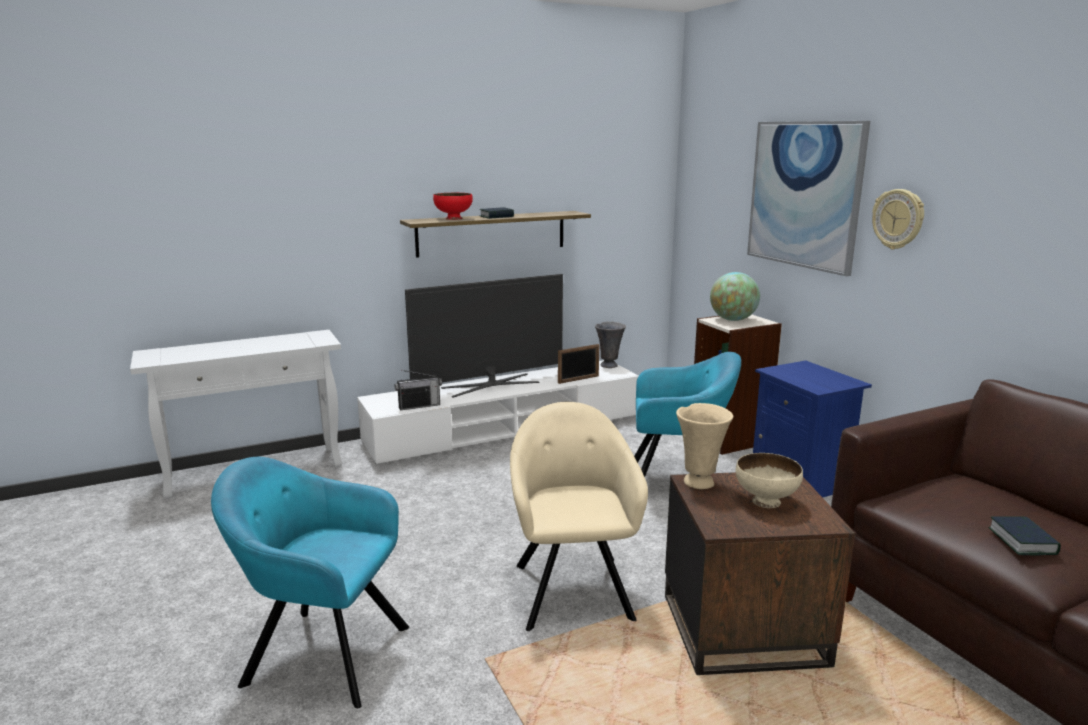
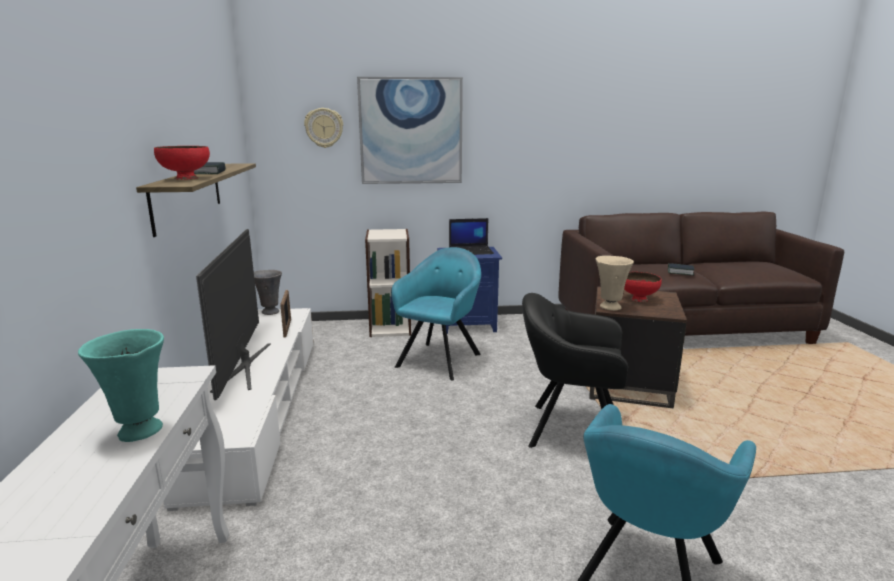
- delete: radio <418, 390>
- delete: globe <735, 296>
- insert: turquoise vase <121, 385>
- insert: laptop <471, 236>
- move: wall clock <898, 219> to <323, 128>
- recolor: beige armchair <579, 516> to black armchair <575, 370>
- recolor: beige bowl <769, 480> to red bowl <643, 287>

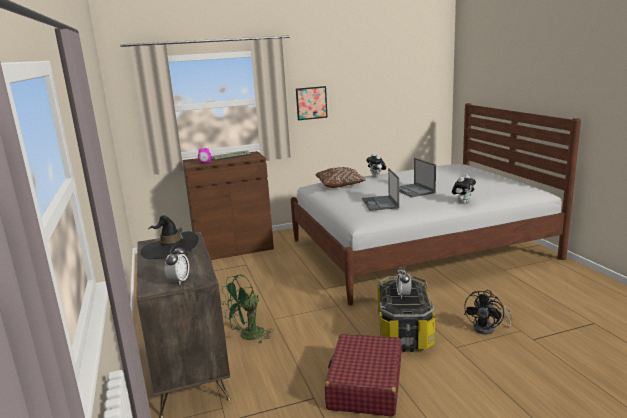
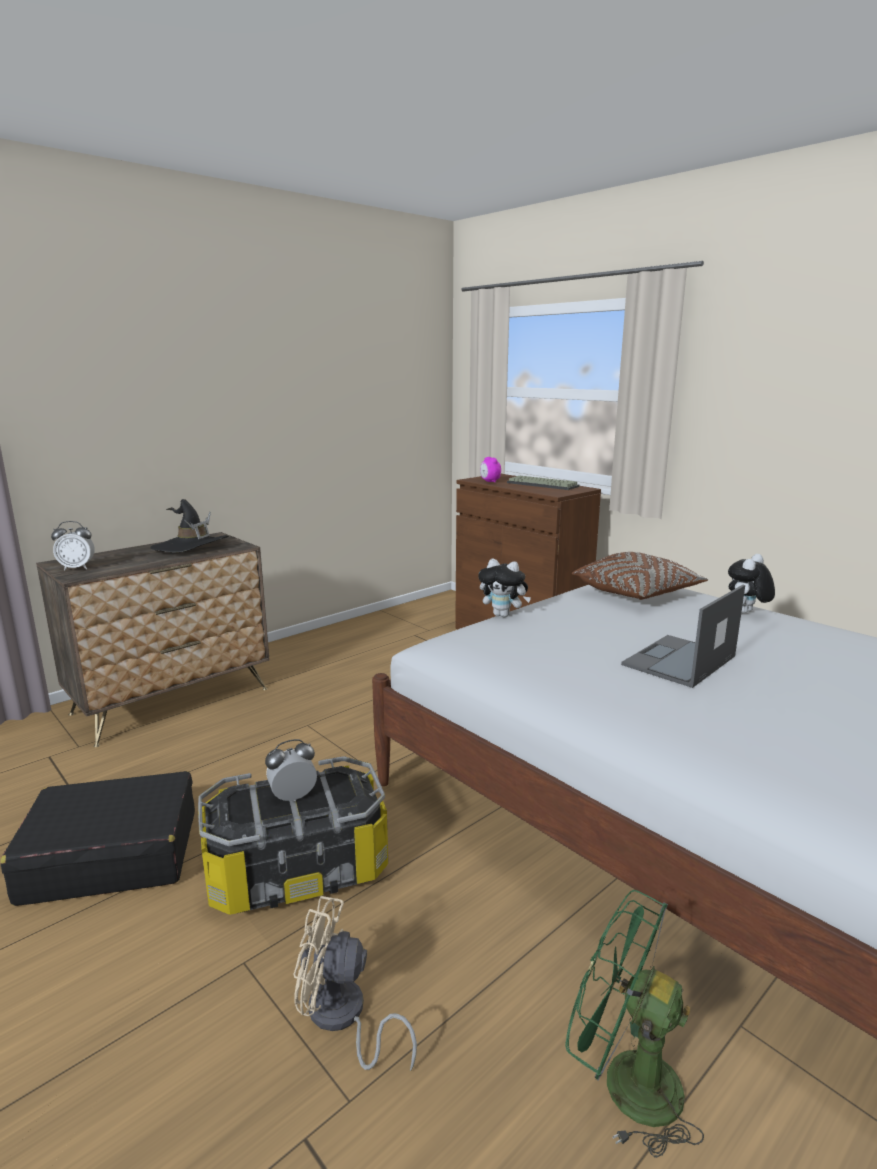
- delete: picture <312, 103>
- delete: laptop <380, 189>
- move: green fan <247, 308> to <634, 1024>
- move: plush toy <464, 189> to <504, 587>
- recolor: red suitcase <363, 375> to black suitcase <97, 838>
- recolor: black fan <488, 312> to beige fan <355, 983>

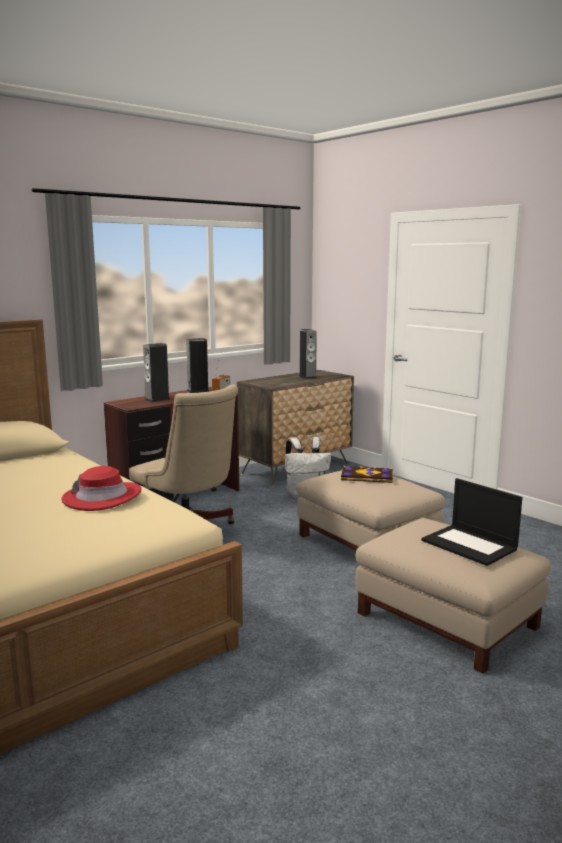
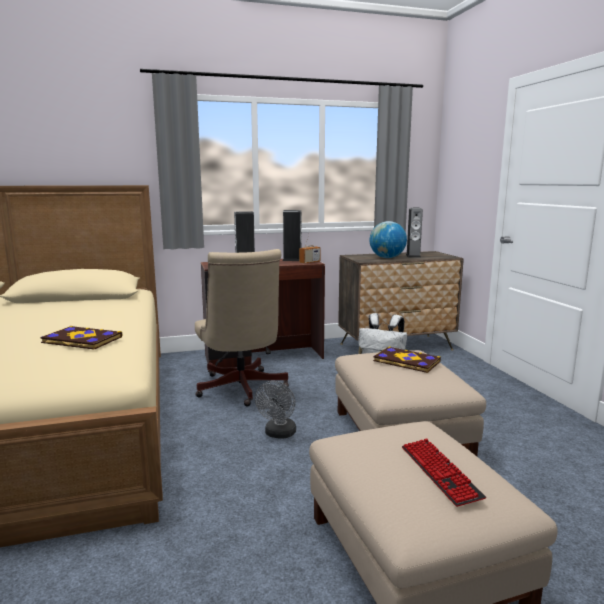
- insert: grey fan <275, 409>
- insert: globe <388, 239>
- replace: red hat <101, 488> to book <81, 338>
- replace: laptop <471, 522> to keyboard <444, 472>

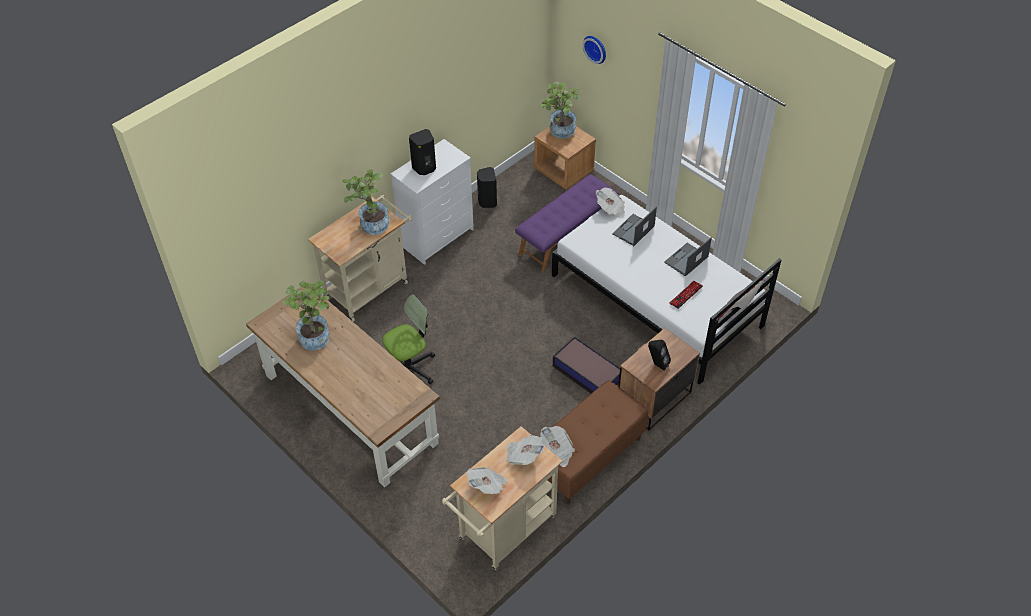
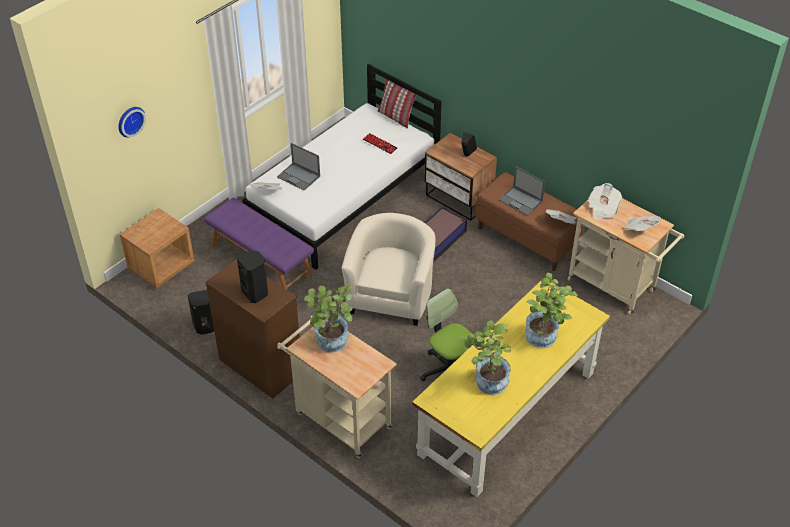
- insert: beige armchair <388, 269>
- move: potted plant <562, 110> to <551, 310>
- move: laptop <688, 256> to <522, 191>
- recolor: brown desk <343, 385> to yellow desk <511, 388>
- recolor: white dresser <432, 202> to brown dresser <252, 329>

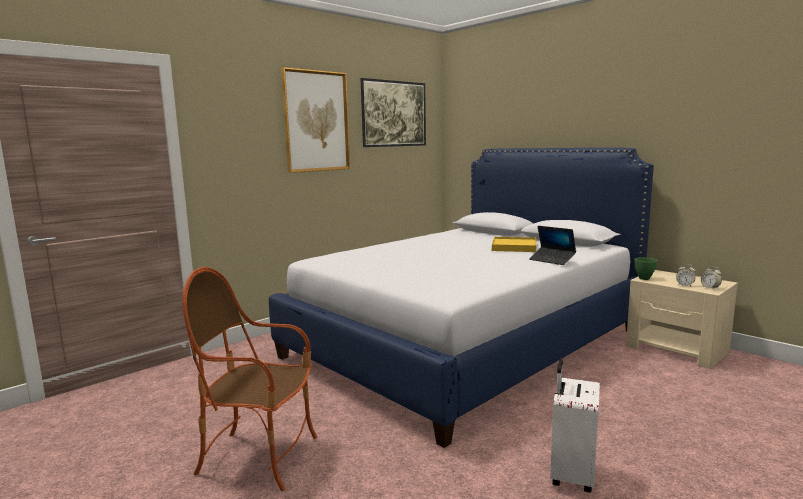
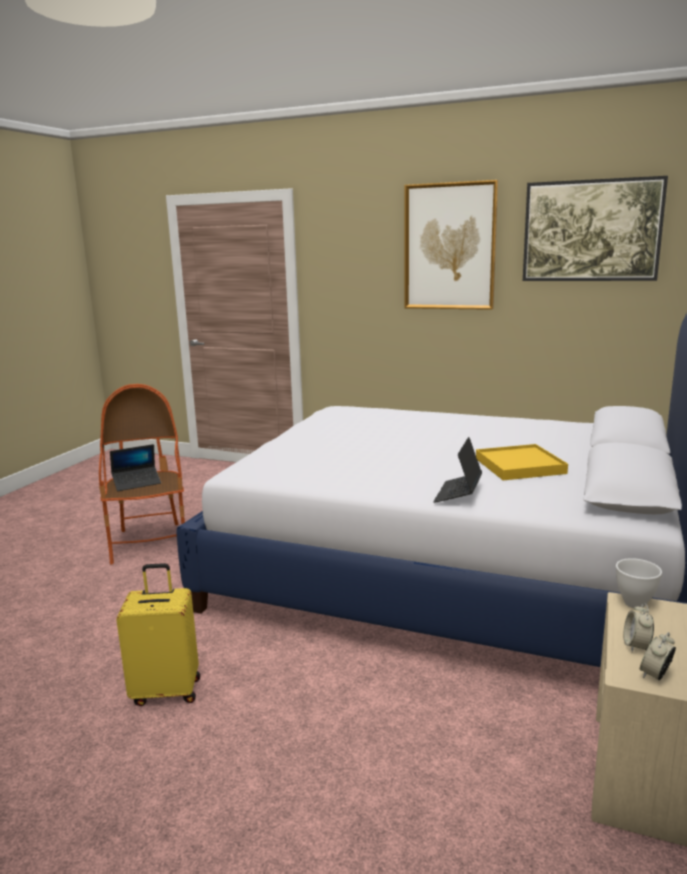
- insert: laptop <135, 467>
- recolor: white suitcase <575, 426> to yellow suitcase <158, 634>
- recolor: green bowl <645, 268> to white bowl <639, 583>

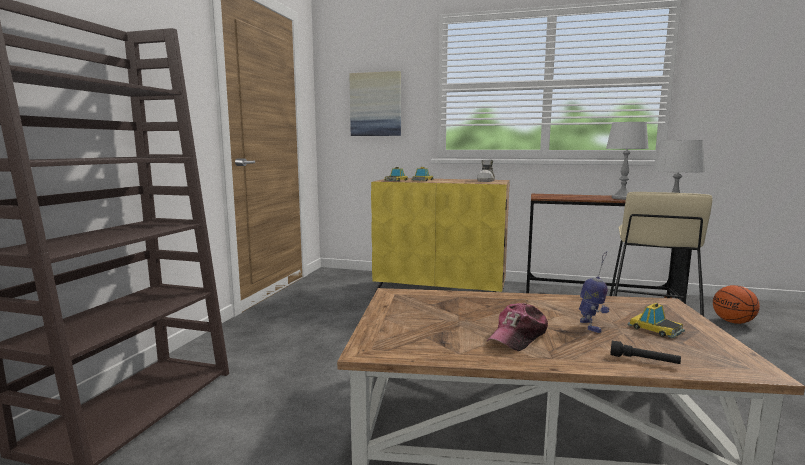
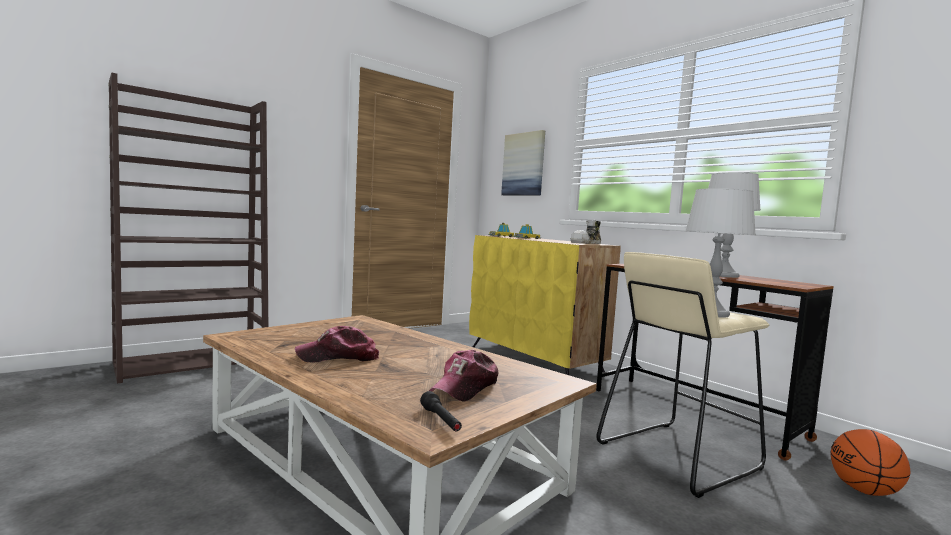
- delete: toy robot <594, 292>
- move: black flashlight <645, 352> to <441, 411>
- replace: toy car <656, 320> to cap <463, 376>

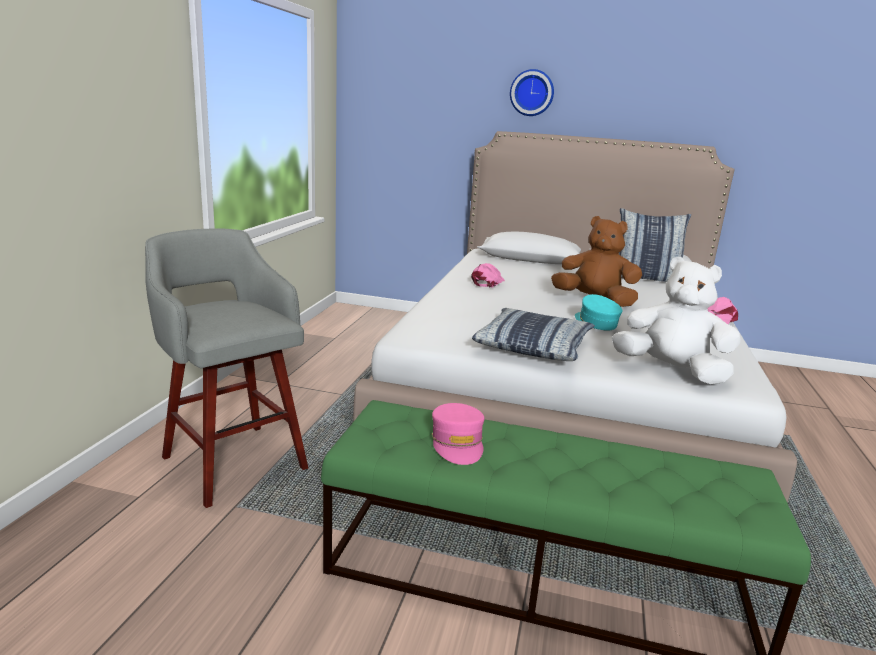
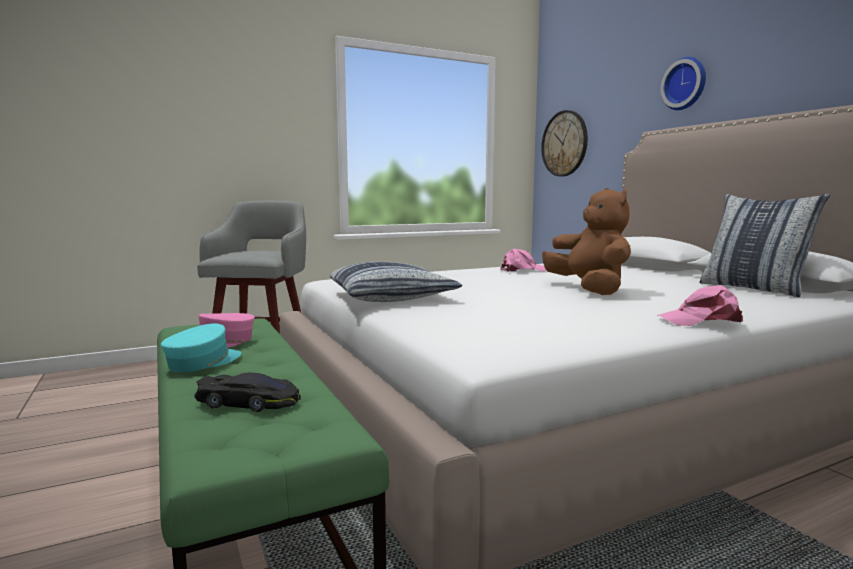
- delete: white plush toy <676, 320>
- insert: black toy car <247, 392>
- insert: wall clock <564, 143>
- move: turquoise cap <599, 312> to <201, 347>

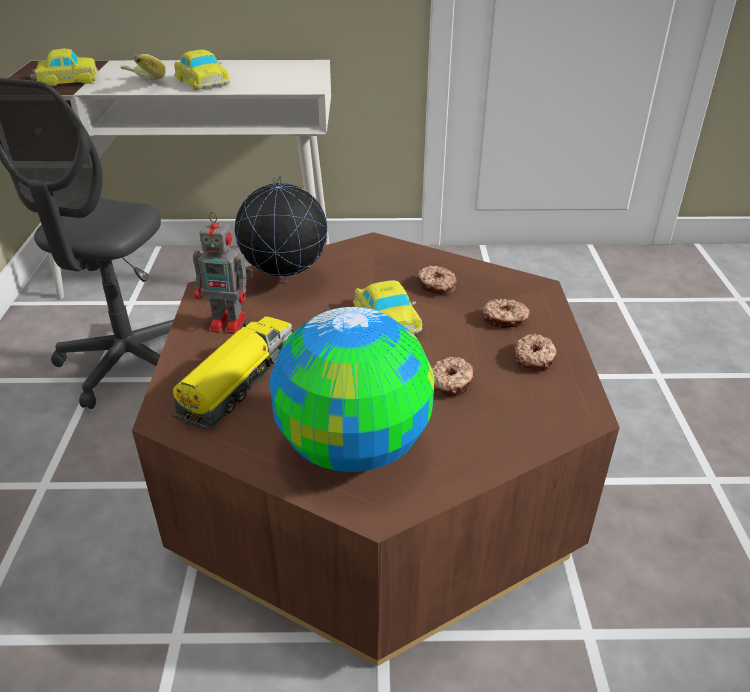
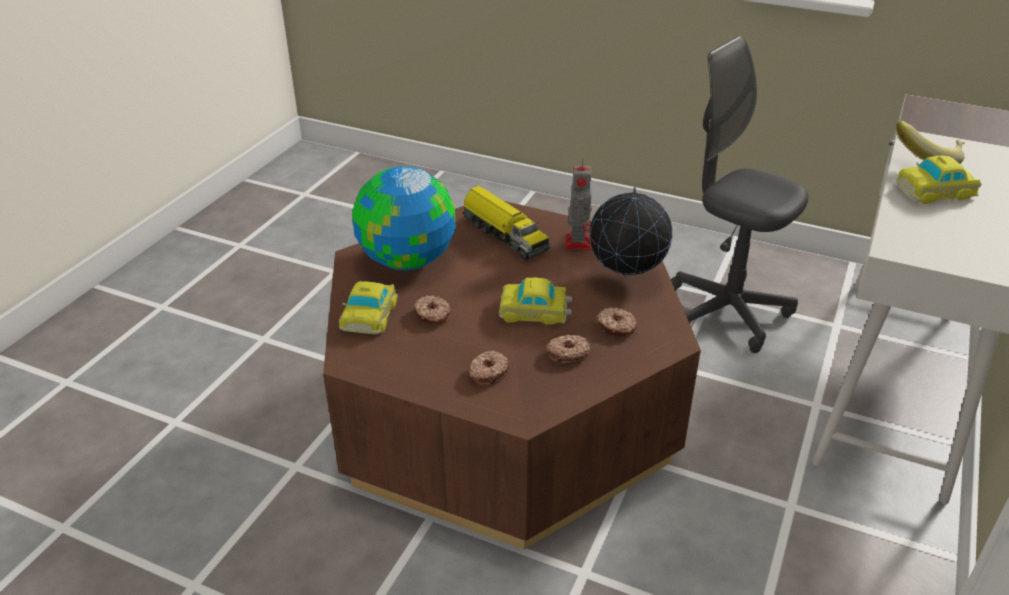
- move: toy car <64, 67> to <368, 307>
- move: donut <535, 353> to <616, 321>
- rotate: toy robot <223, 273> = <578, 204> 150 degrees clockwise

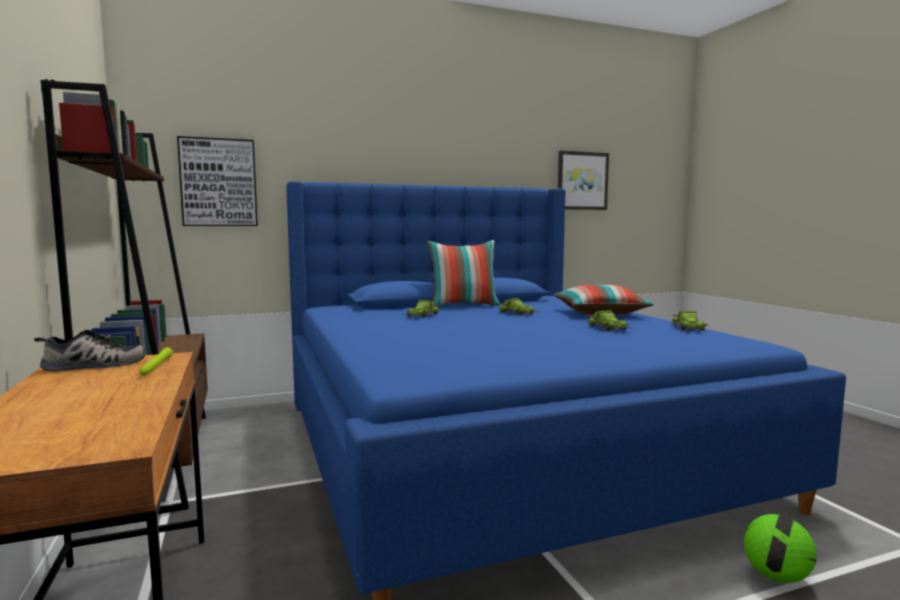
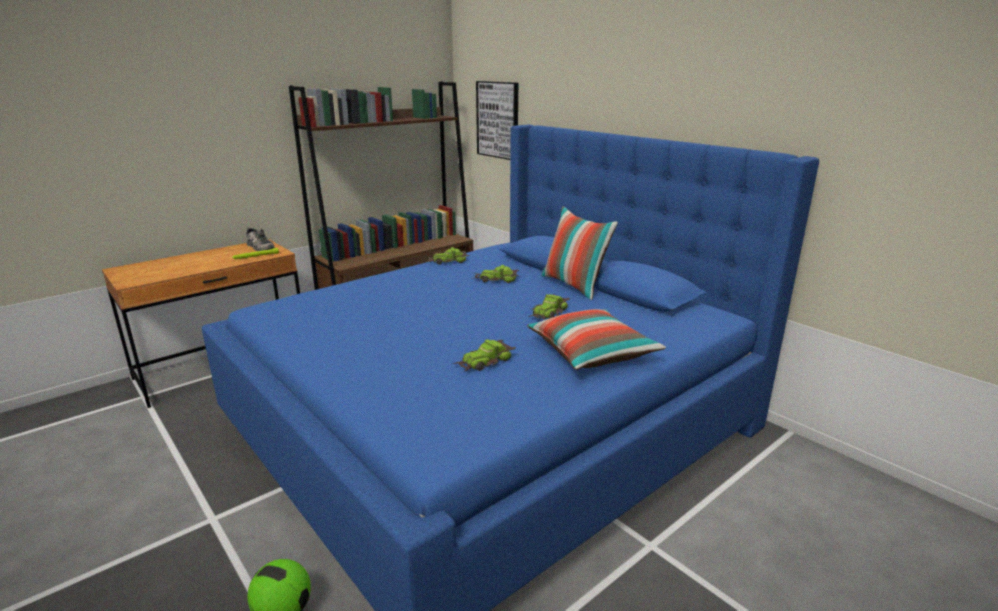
- delete: picture <583, 180>
- move: toy car <690, 321> to <448, 256>

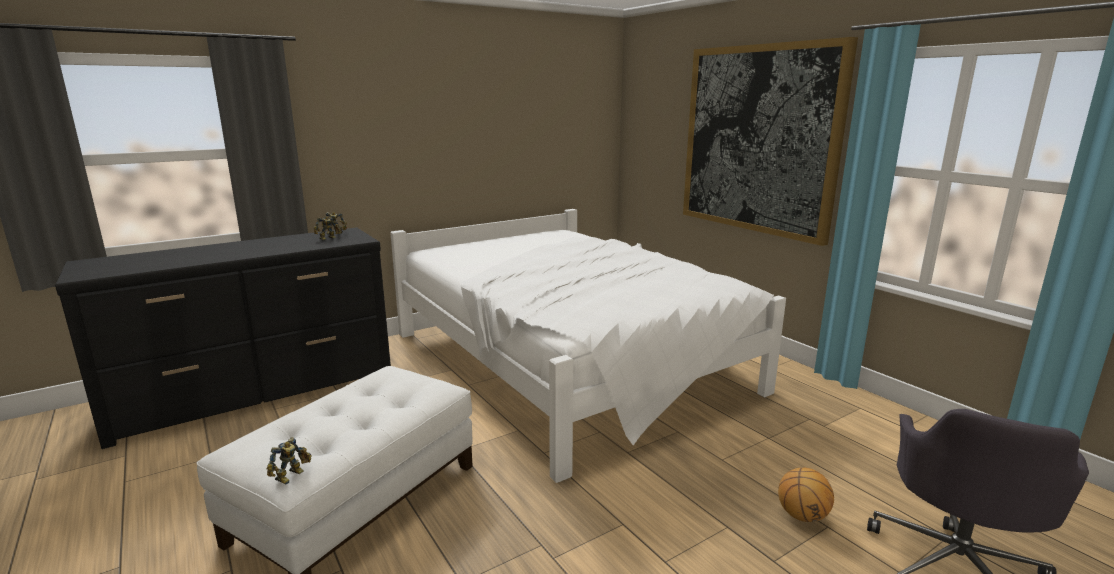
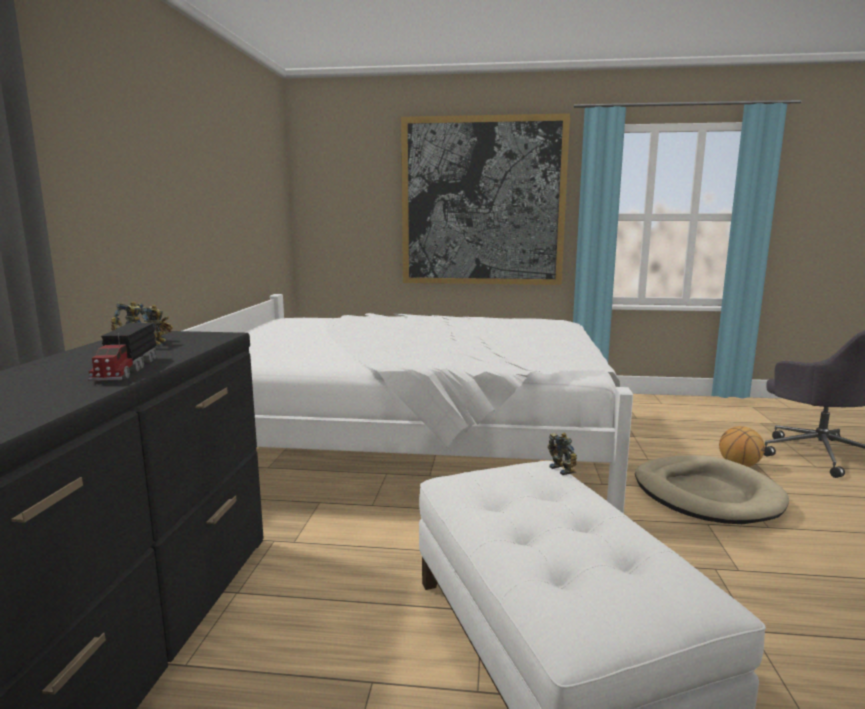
- insert: toy truck <123, 352>
- insert: beige dog bed <712, 489>
- move: toy robot <289, 460> to <562, 454>

